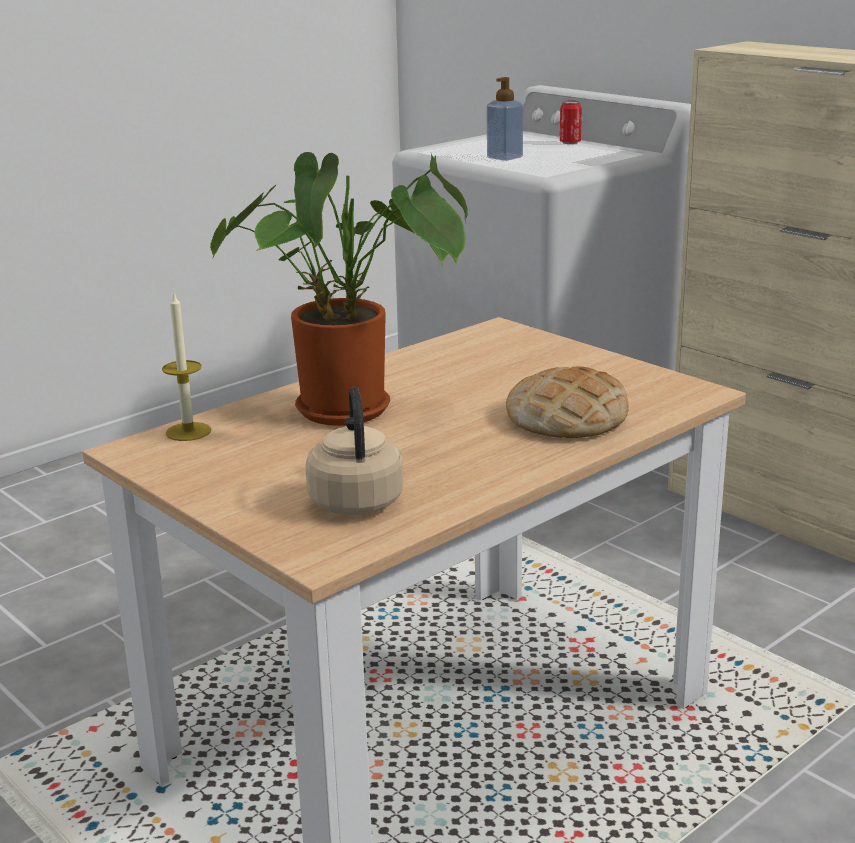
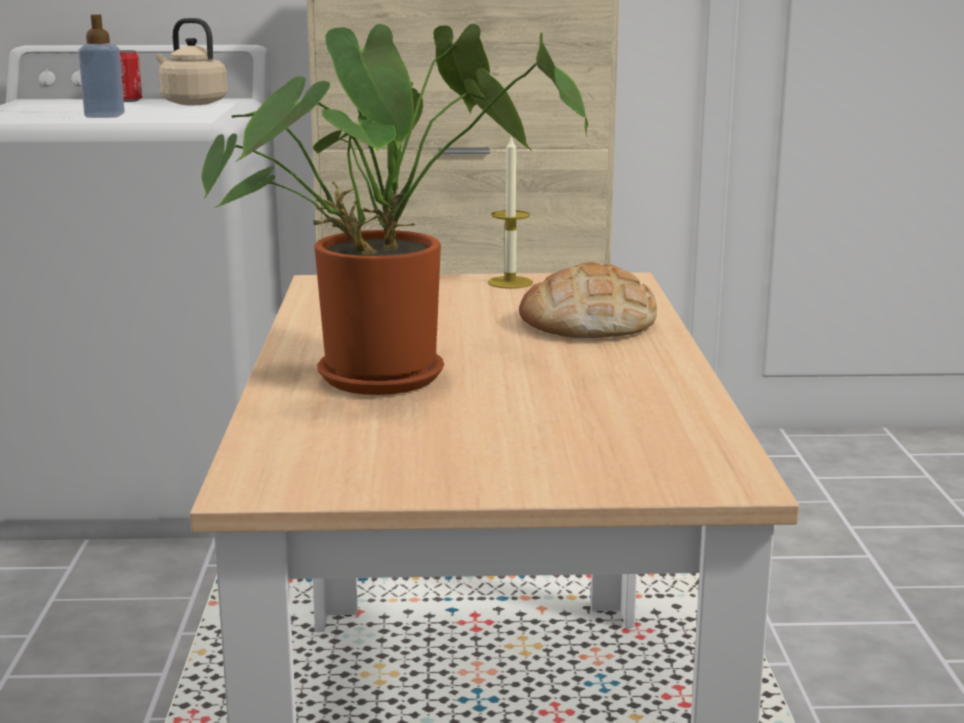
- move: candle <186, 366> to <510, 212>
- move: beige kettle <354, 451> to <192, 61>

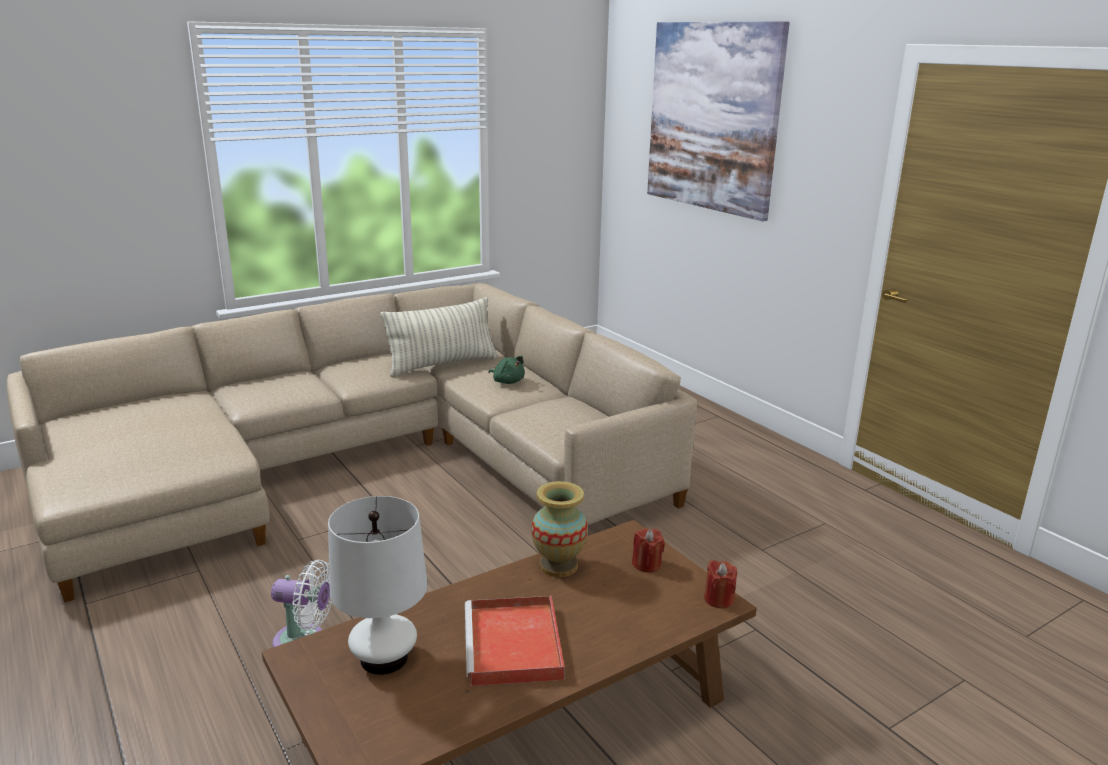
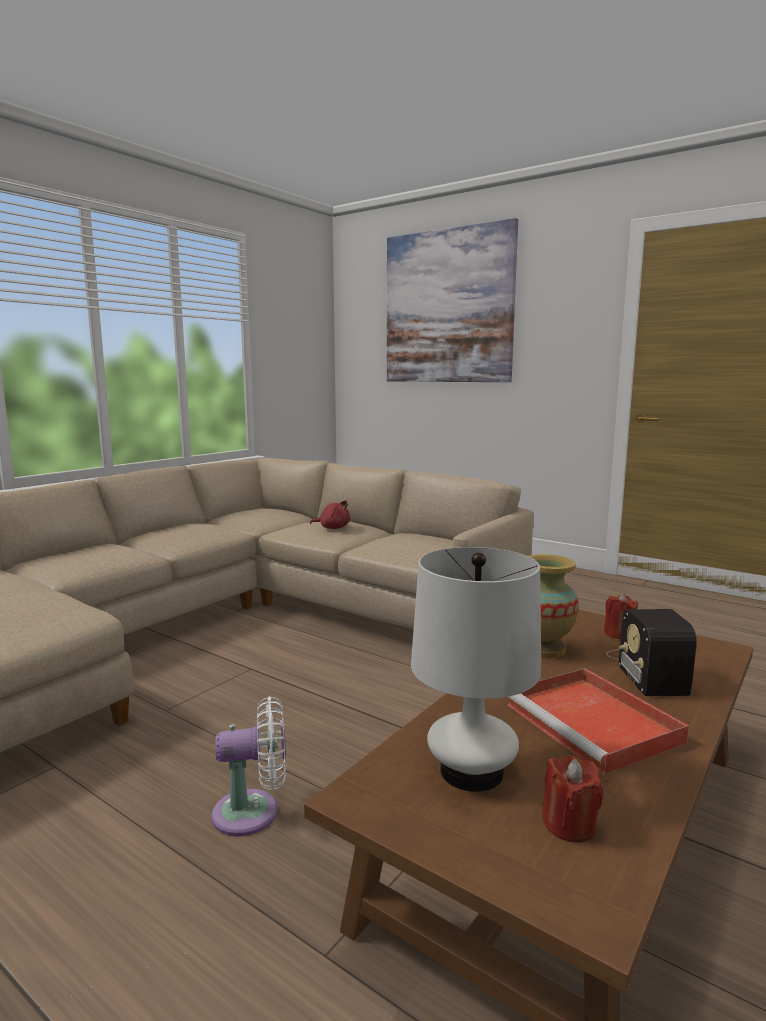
- delete: pillow <439, 337>
- insert: radio <651, 652>
- move: red candle <720, 584> to <572, 799>
- recolor: green plush toy <507, 370> to red plush toy <330, 514>

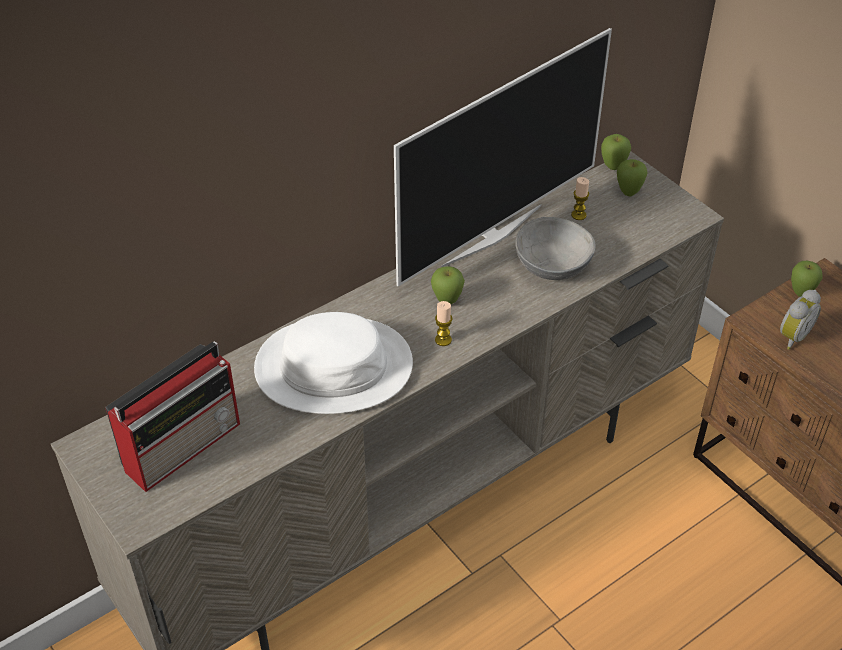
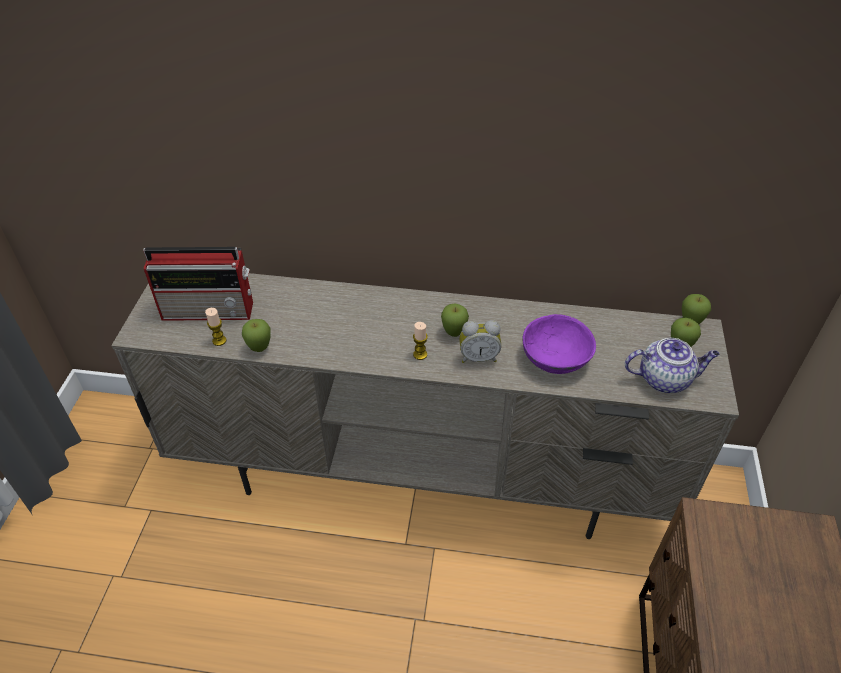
- delete: white hat <333, 363>
- delete: television <503, 157>
- insert: teapot <672, 365>
- move: candle <580, 198> to <216, 327>
- move: alarm clock <800, 320> to <480, 341>
- move: apple <807, 279> to <256, 335>
- recolor: grey bowl <555, 248> to purple bowl <559, 344>

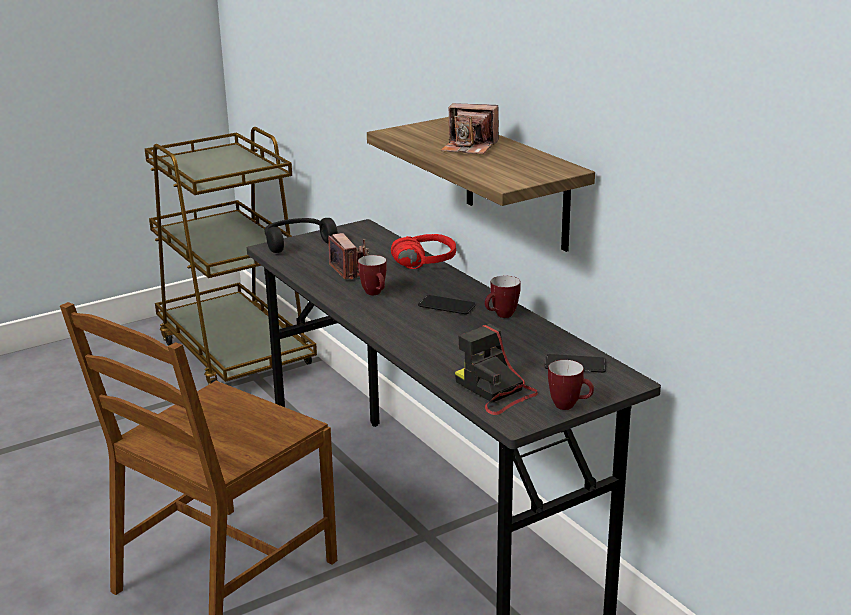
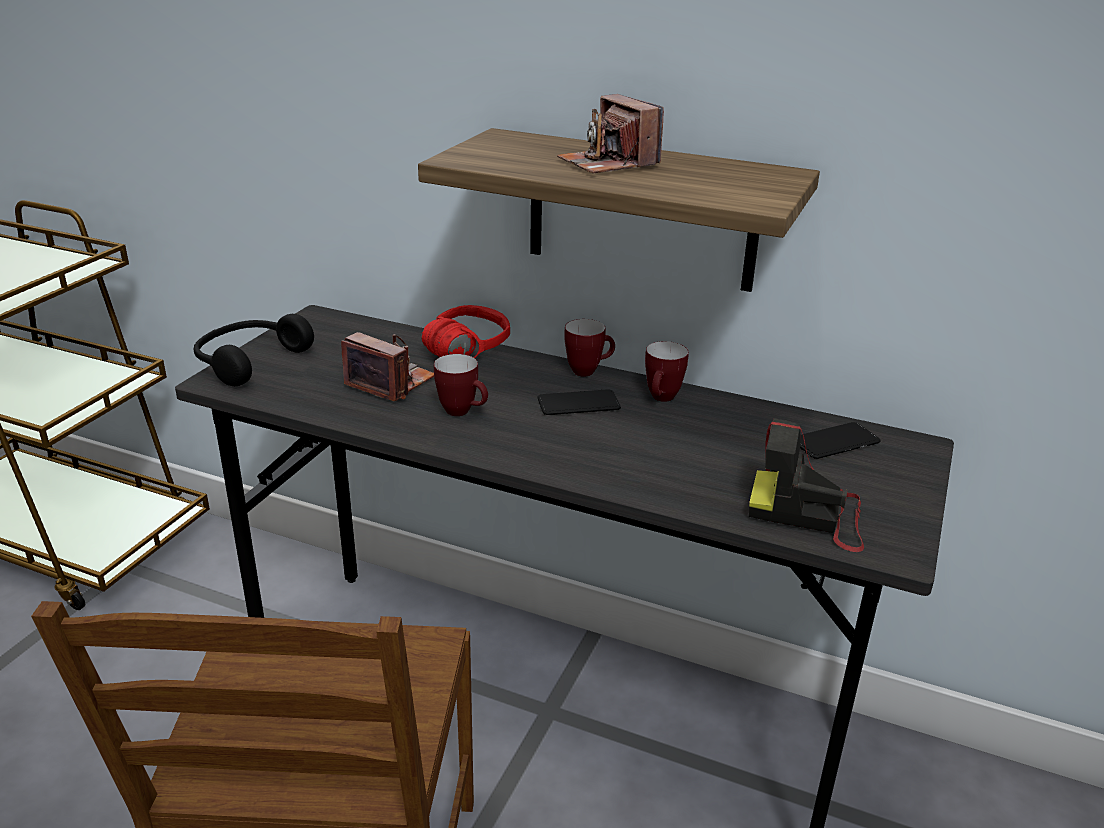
- move: mug <571, 385> to <589, 348>
- rotate: photo camera <470, 128> = <610, 134> 75 degrees clockwise

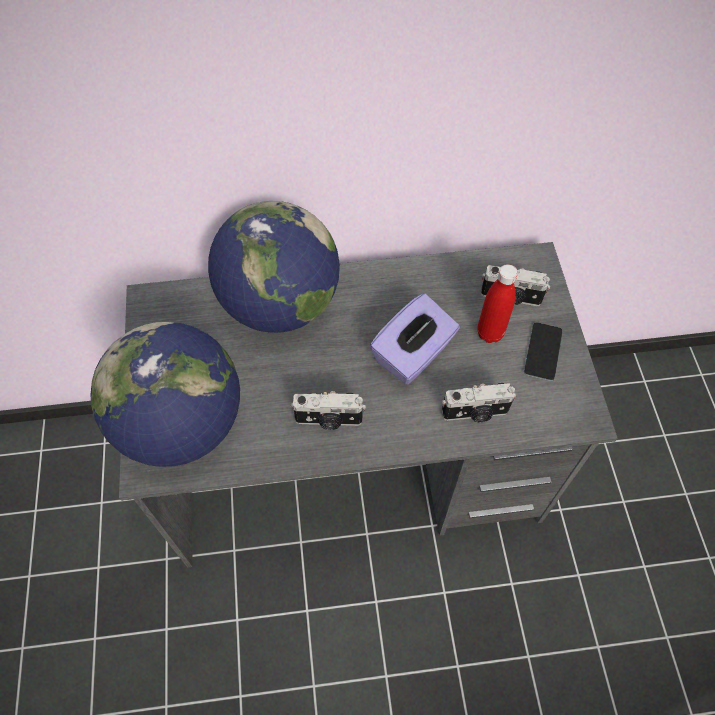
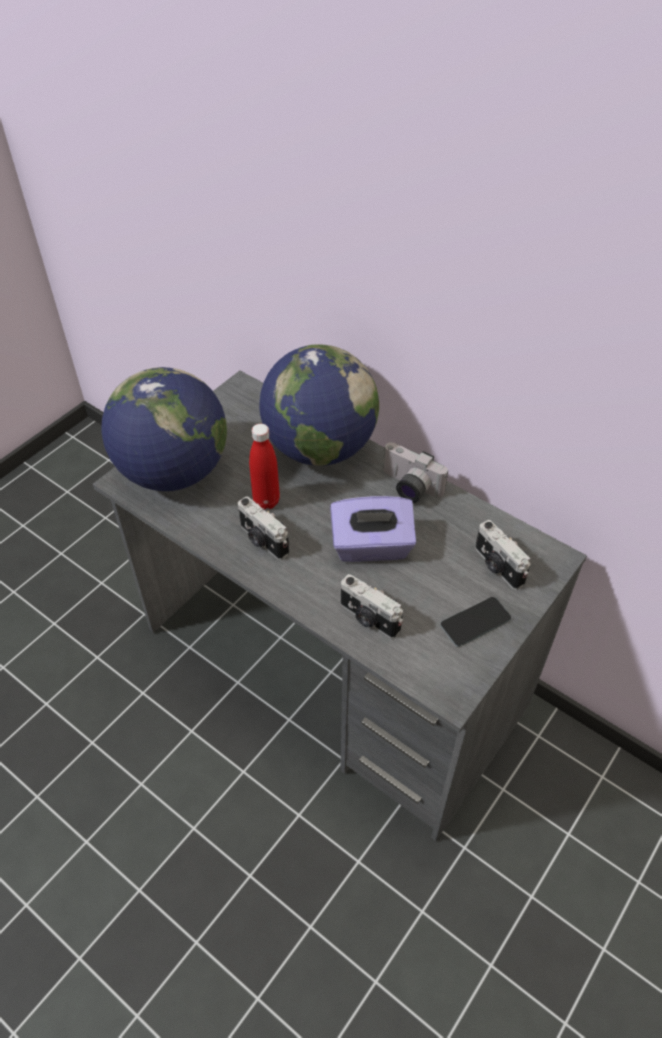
- insert: photo camera <415, 472>
- move: red bottle <497, 303> to <264, 467>

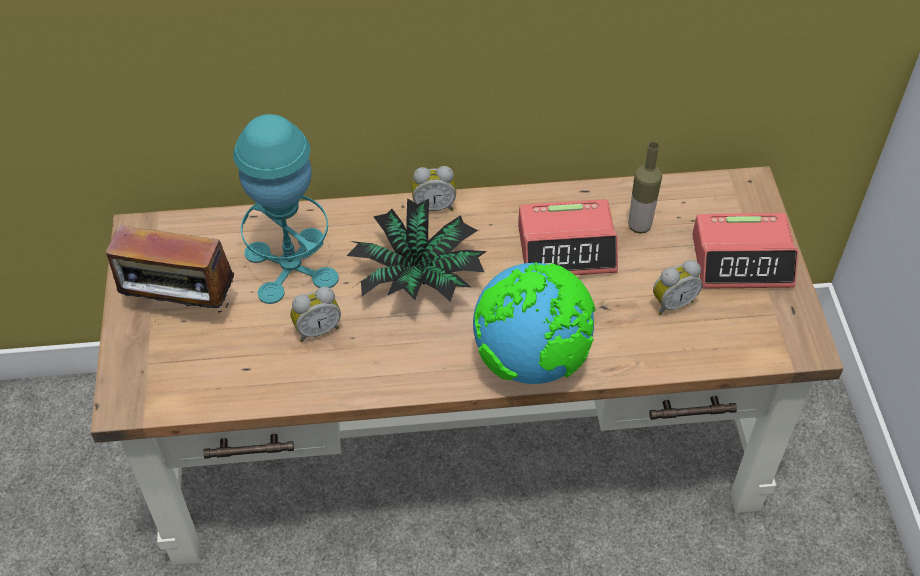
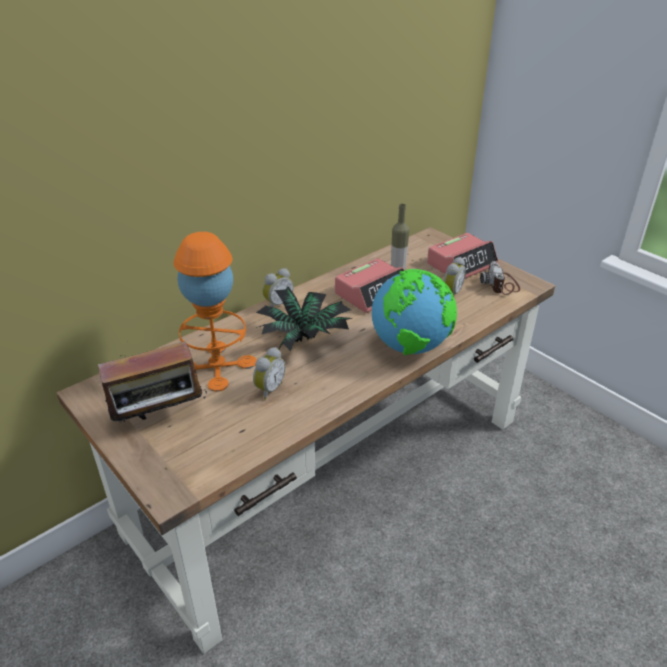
- insert: photo camera <500, 278>
- recolor: turquoise table lamp <286, 209> to orange table lamp <215, 312>

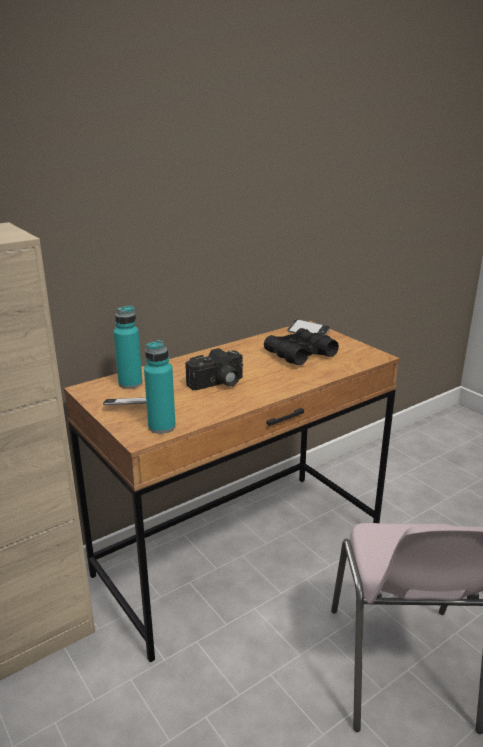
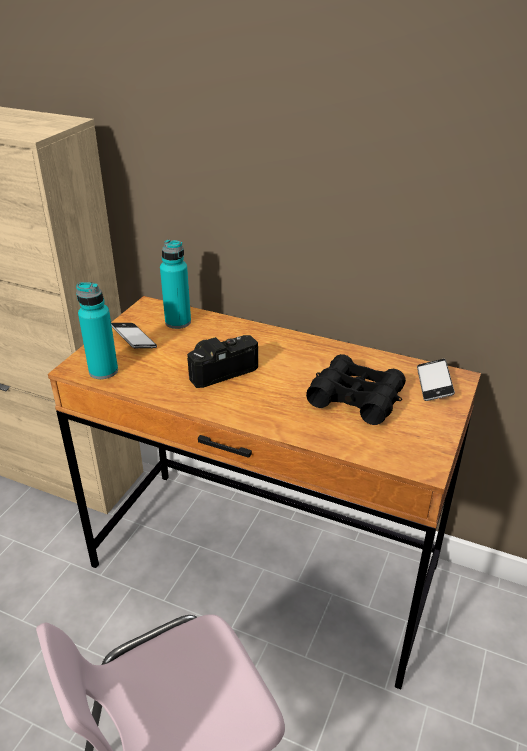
- rotate: photo camera <214, 369> = <222, 361> 120 degrees clockwise

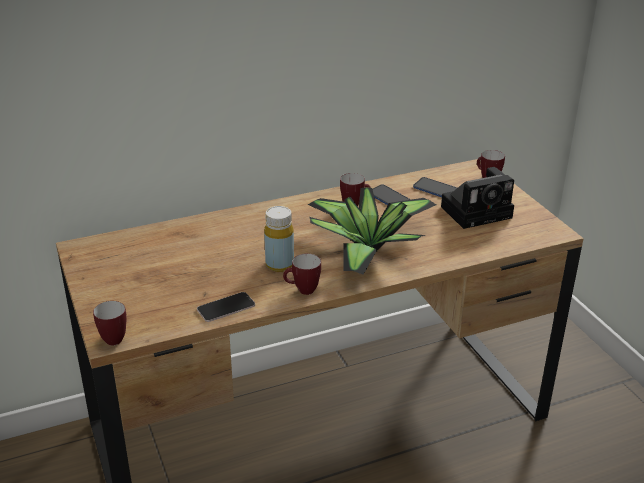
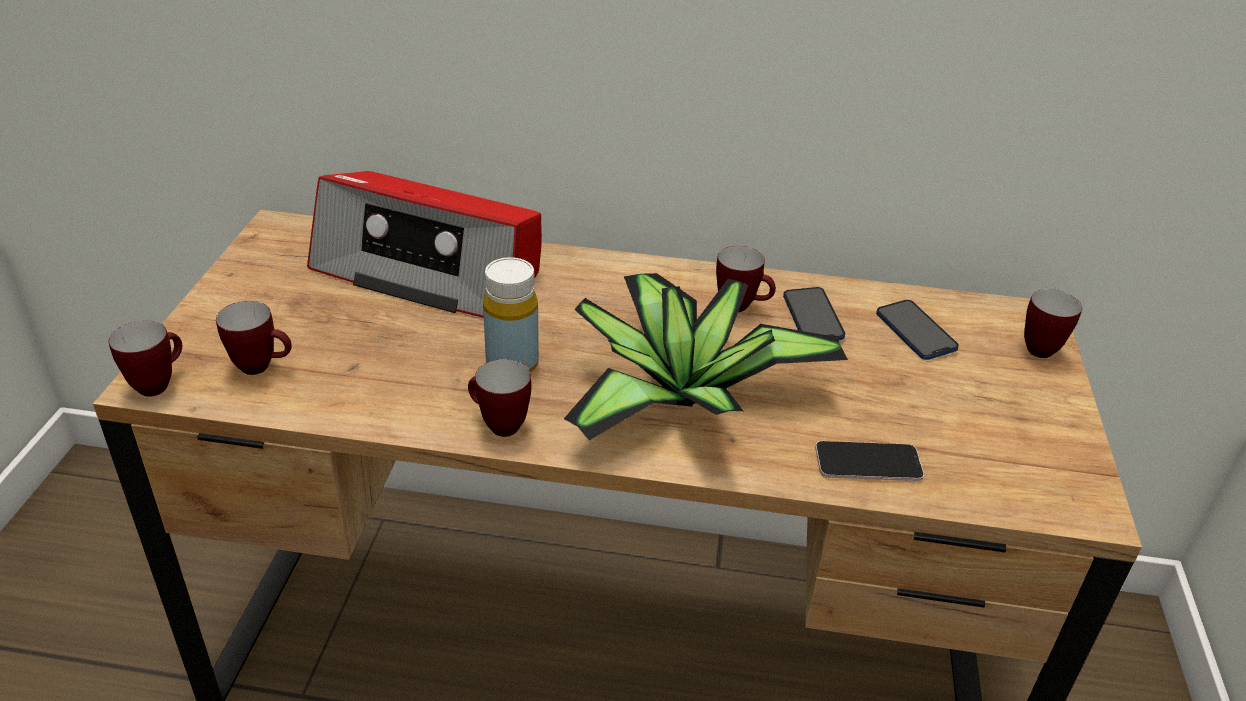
- delete: photo camera <477, 198>
- insert: mug <254, 338>
- insert: radio <424, 244>
- move: phone <226, 307> to <869, 461>

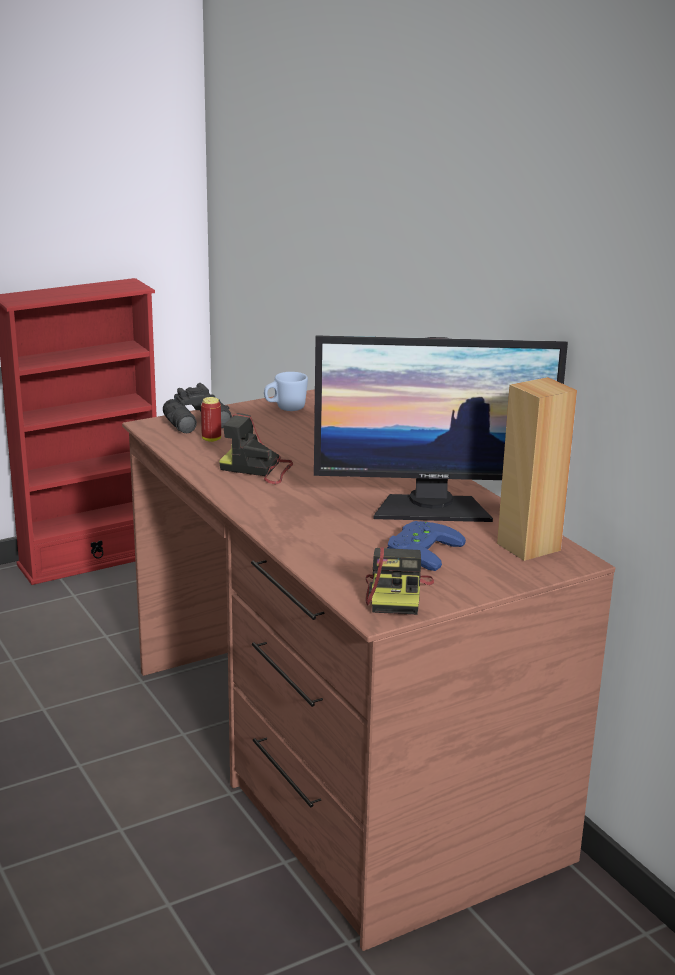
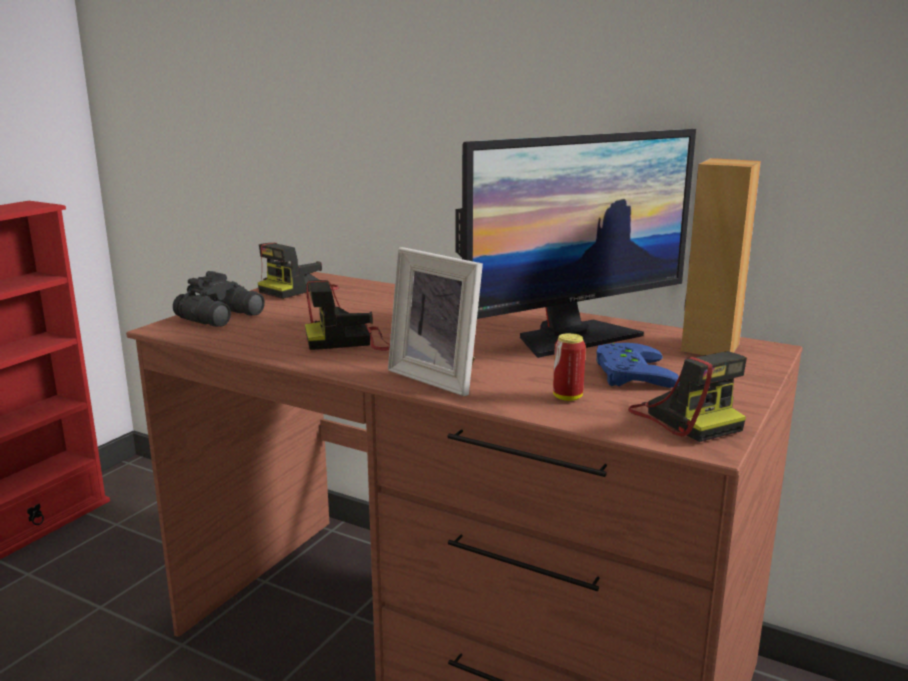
- insert: picture frame <435, 321>
- move: can <211, 419> to <569, 367>
- replace: blue mug <286, 391> to photo camera <298, 271>

